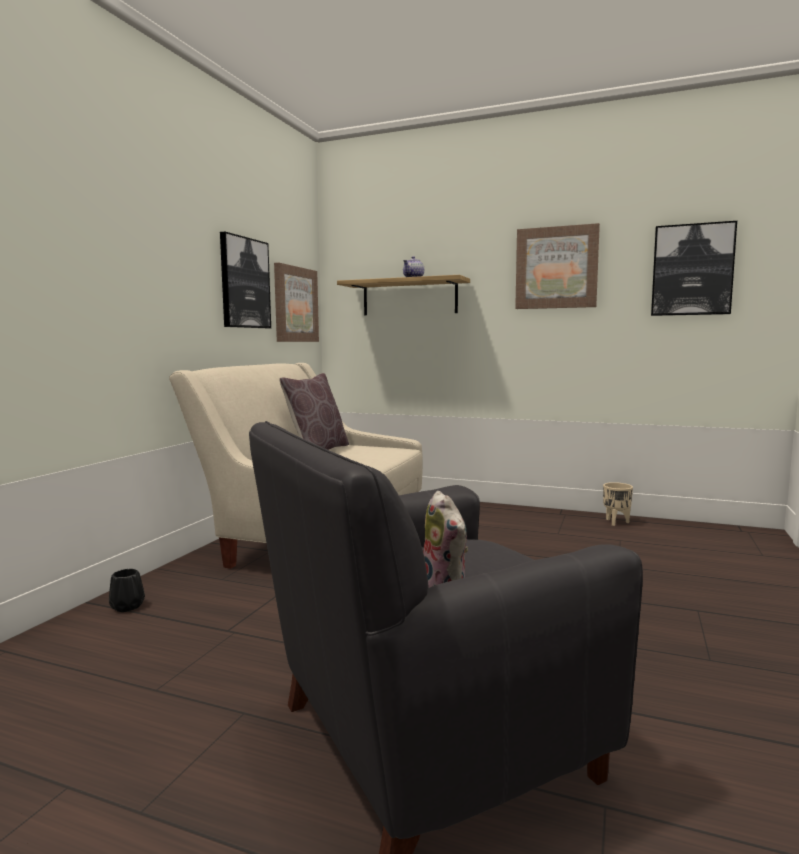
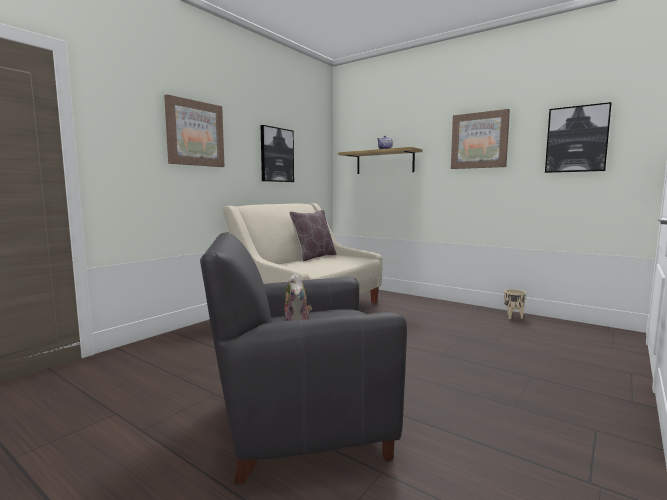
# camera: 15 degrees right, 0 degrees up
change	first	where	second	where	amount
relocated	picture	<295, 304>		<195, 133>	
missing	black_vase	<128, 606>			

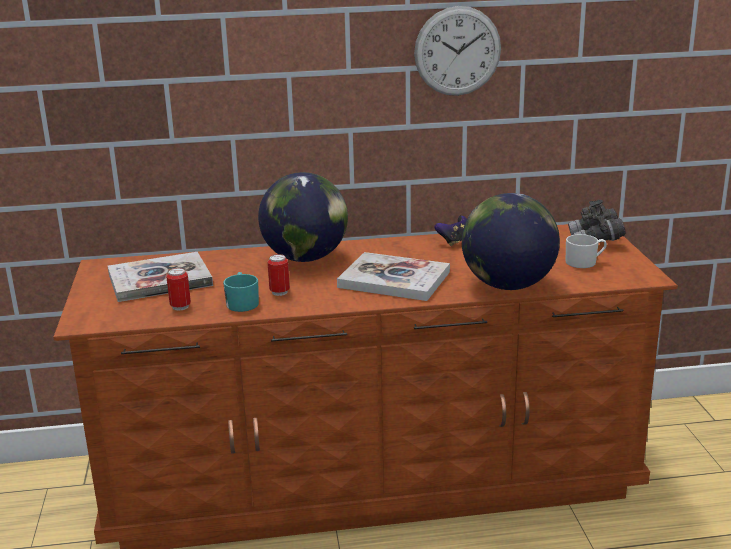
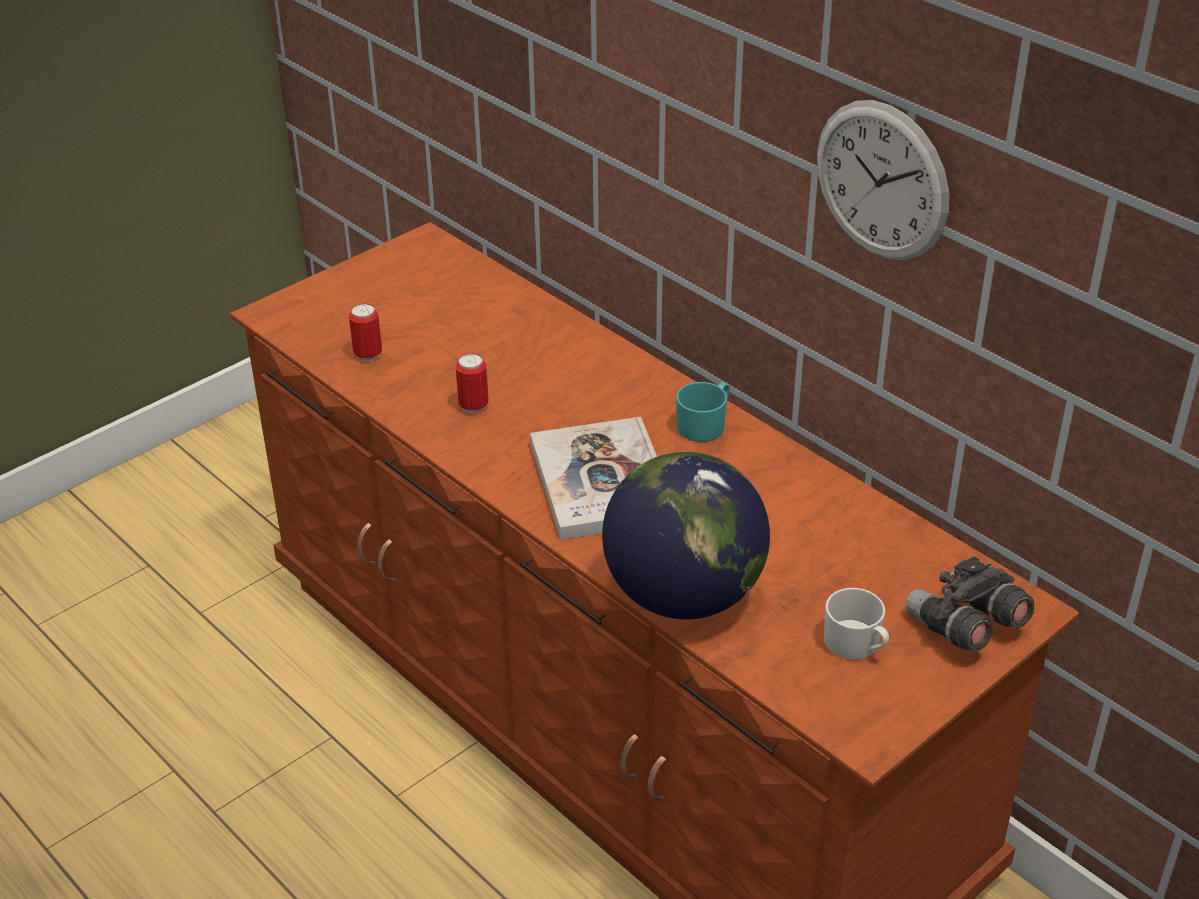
# camera: 55 degrees right, 15 degrees up
change	first	where	second	where	amount
missing	globe	<305, 258>			
missing	game_controller	<455, 242>			
missing	book	<160, 280>			
relocated	turquoise_mug	<242, 302>		<705, 424>	

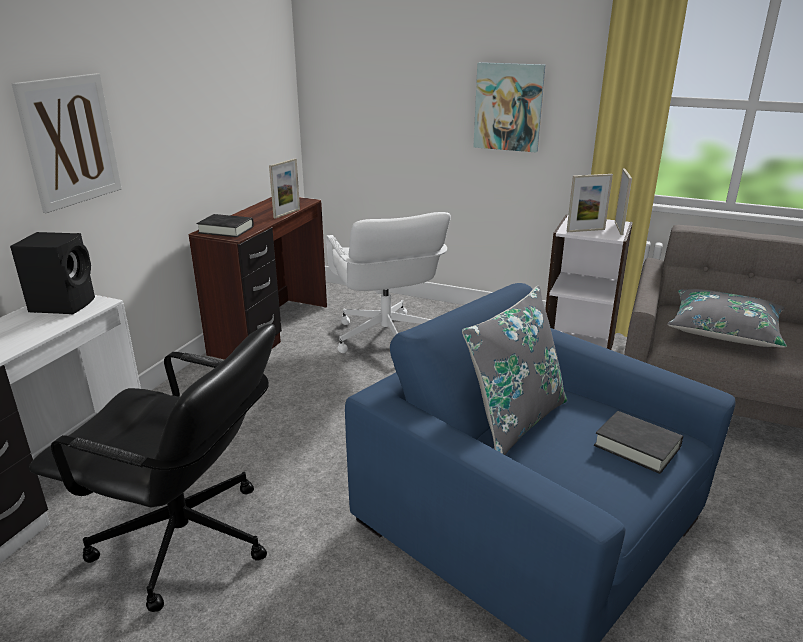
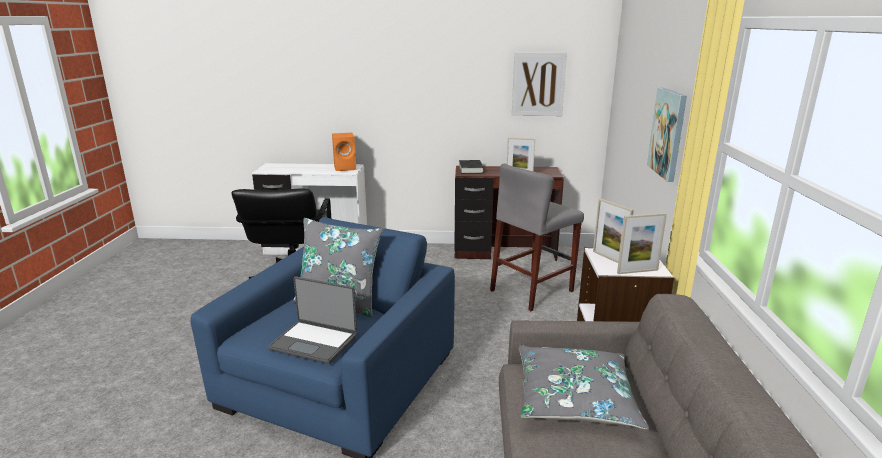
# camera: 70 degrees right, 5 degrees down
change	first	where	second	where	amount
relocated	picture	<70, 141>		<538, 84>	
exchanged	white_office_chair	<386, 338>	grey_stool	<532, 291>	
colour	black_speaker	<64, 304>	orange_speaker	<346, 168>	
exchanged	black_book	<637, 446>	laptop	<315, 342>	

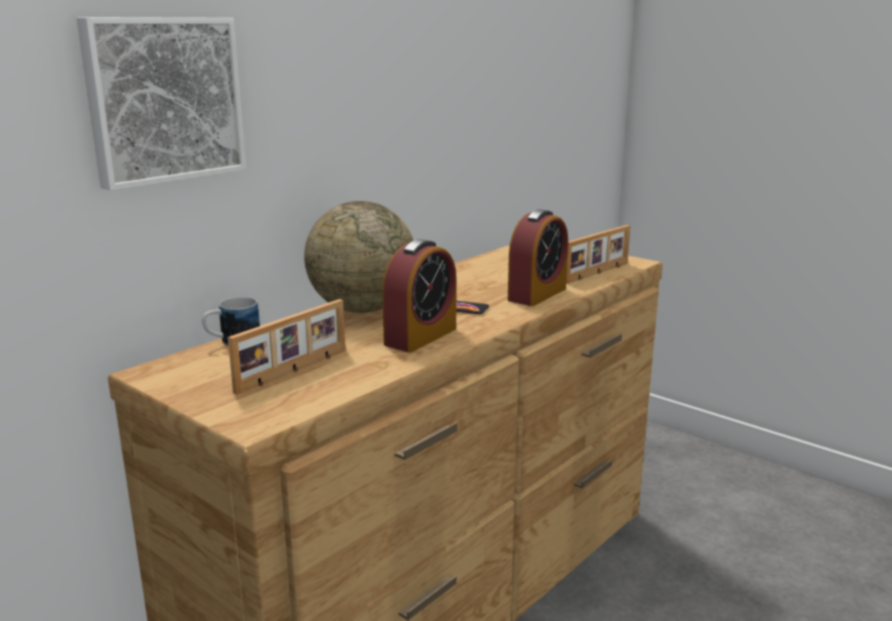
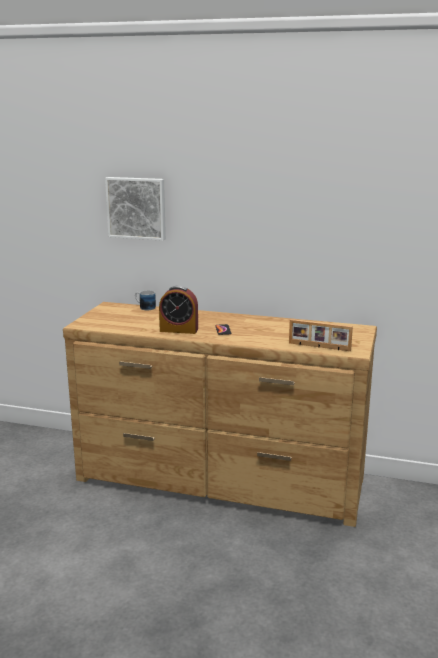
# camera: 65 degrees right, 0 degrees up
change	first	where	second	where	amount
missing	globe	<362, 309>			
missing	alarm_clock	<537, 294>			
missing	picture_frame	<294, 371>			

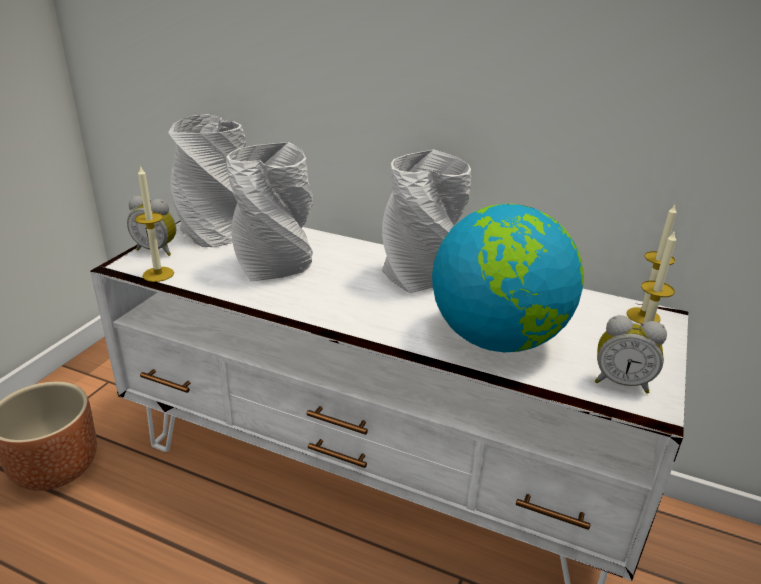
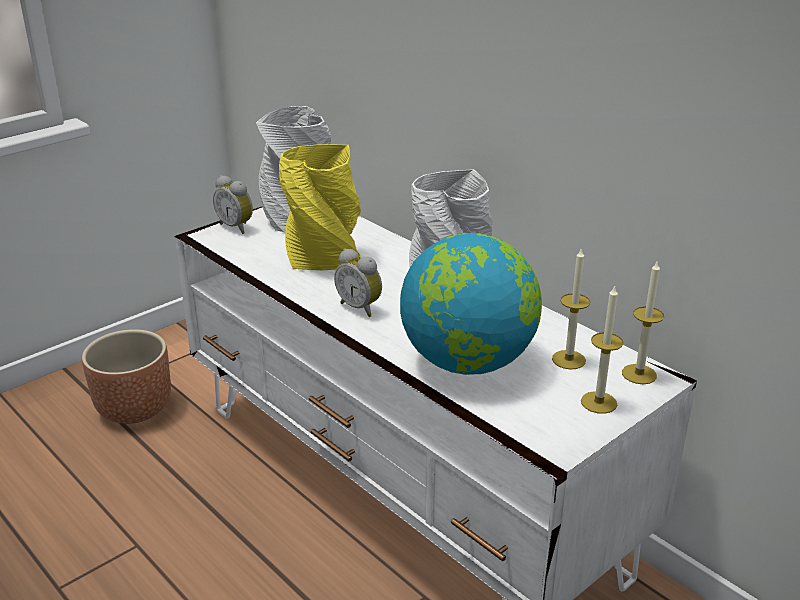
# camera: 25 degrees right, 0 degrees up
change	first	where	second	where	amount
colour	grey_vase	<276, 266>	yellow_vase	<325, 259>	
relocated	candle	<158, 274>		<568, 359>	
relocated	alarm_clock	<621, 382>		<360, 307>	

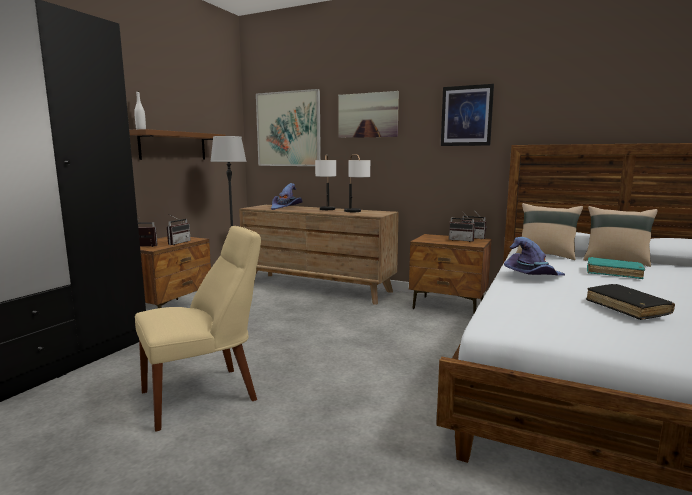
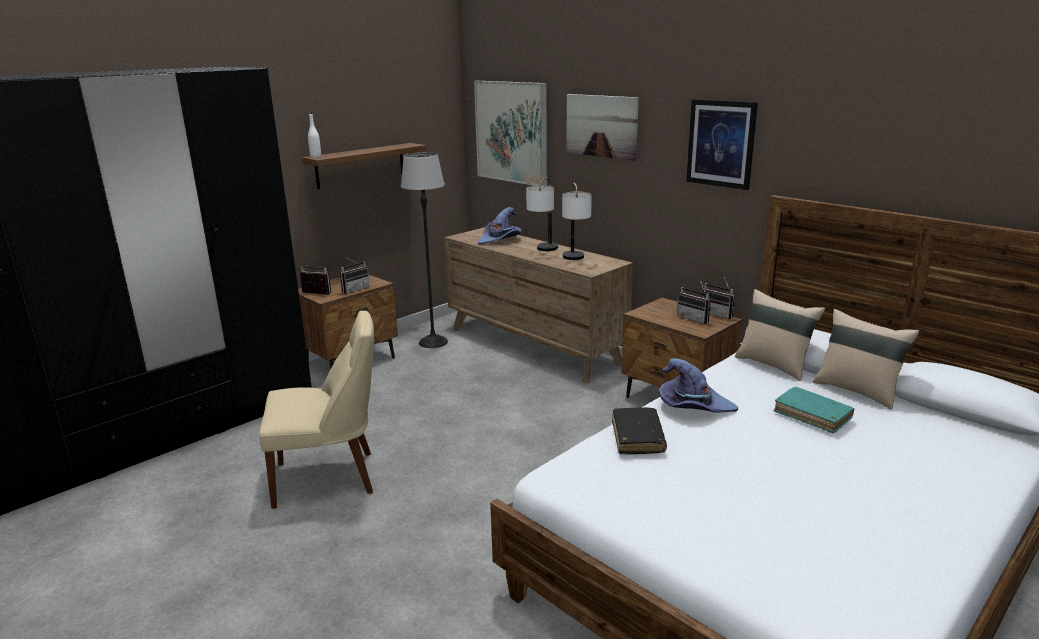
# camera: 20 degrees right, 10 degrees up
change	first	where	second	where	amount
relocated	black_book	<627, 308>		<637, 437>	

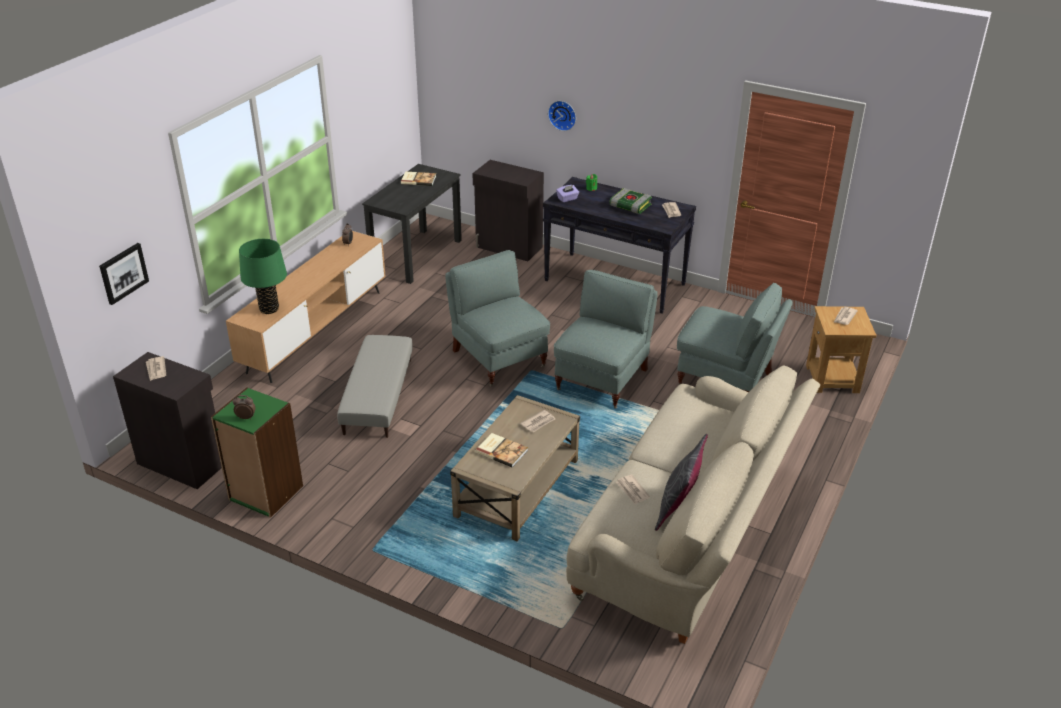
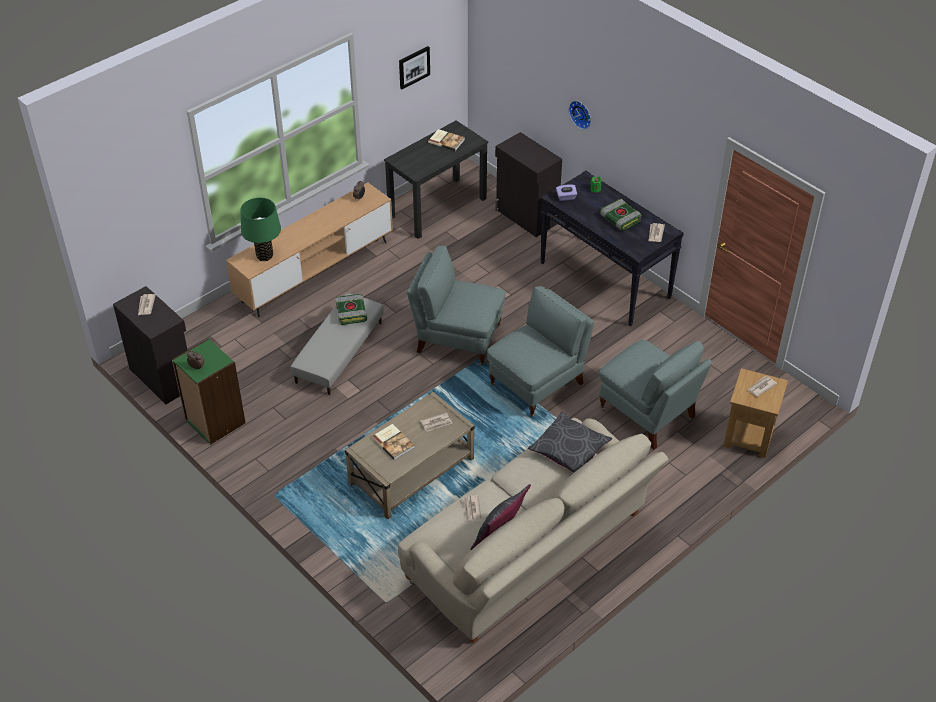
# camera: 20 degrees right, 10 degrees up
change	first	where	second	where	amount
relocated	picture	<123, 273>		<413, 67>	
spun	grey_armchair	<498, 358>		<457, 339>	60 degrees counterclockwise
appeared			book	<352, 313>	
appeared			grey_pillow	<569, 449>	

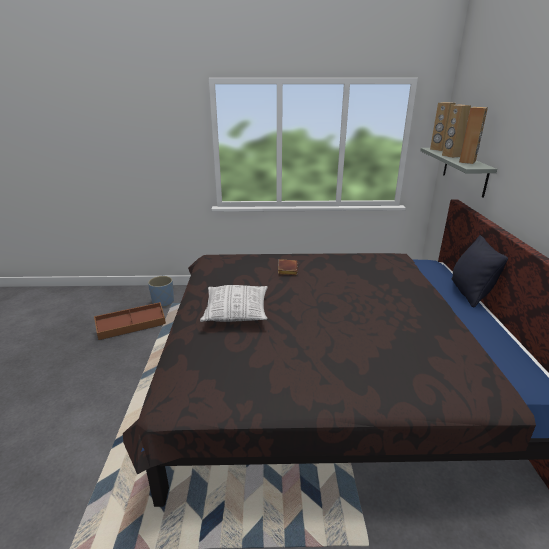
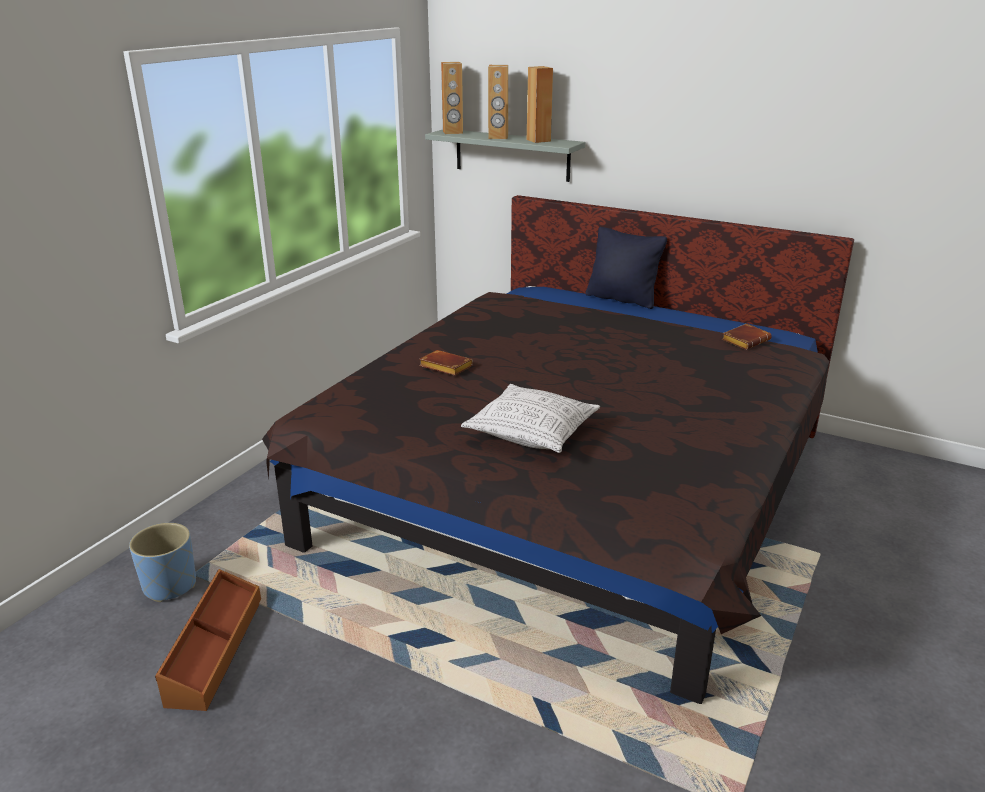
# camera: 60 degrees left, 0 degrees up
change	first	where	second	where	amount
appeared			brown_book	<745, 340>	

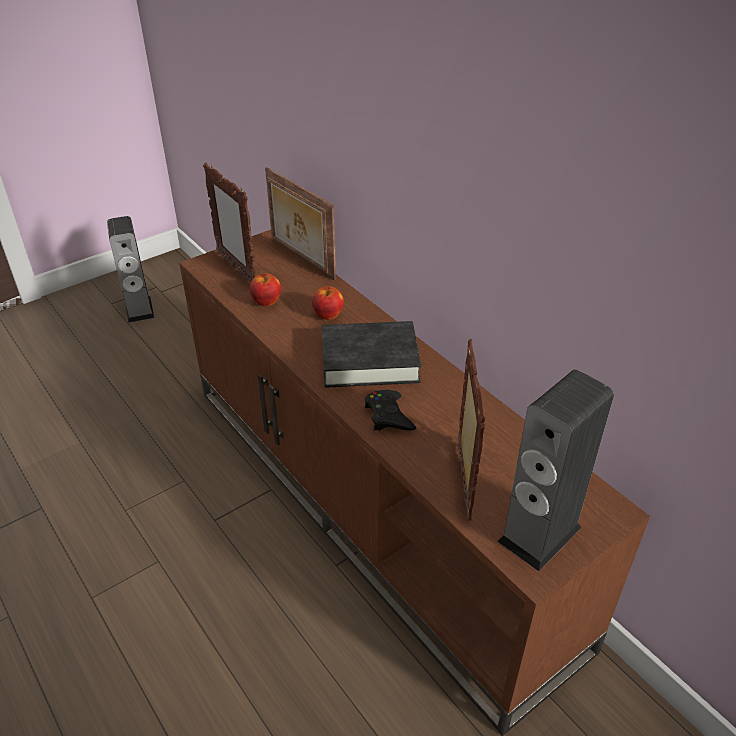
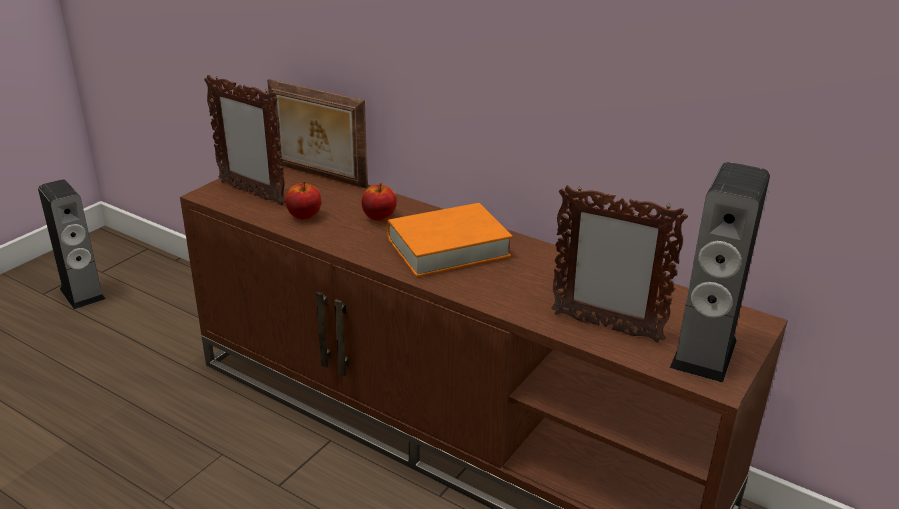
# camera: 20 degrees left, 10 degrees down
change	first	where	second	where	amount
colour	black_book	<369, 360>	orange_book	<448, 248>	
spun	picture_frame	<462, 481>		<605, 327>	135 degrees clockwise
missing	black_game_controller	<388, 416>			

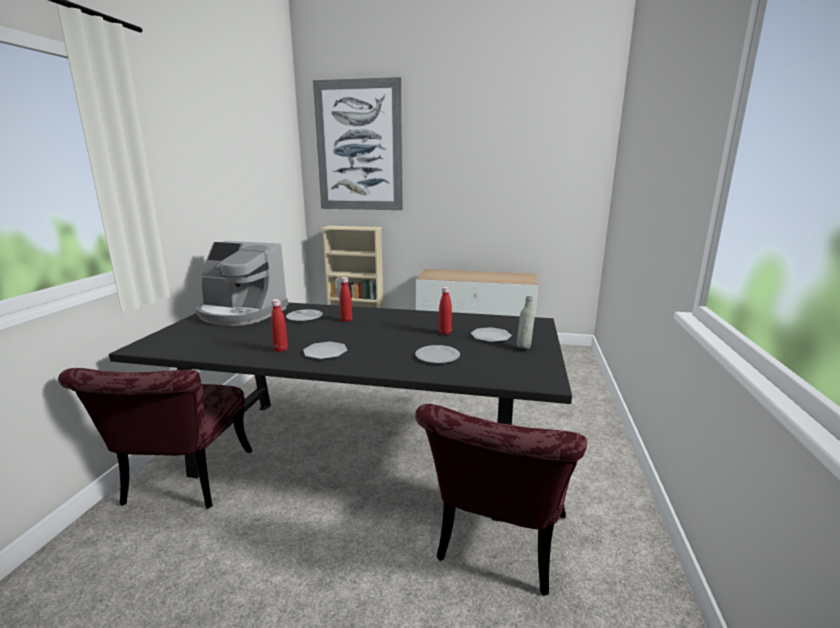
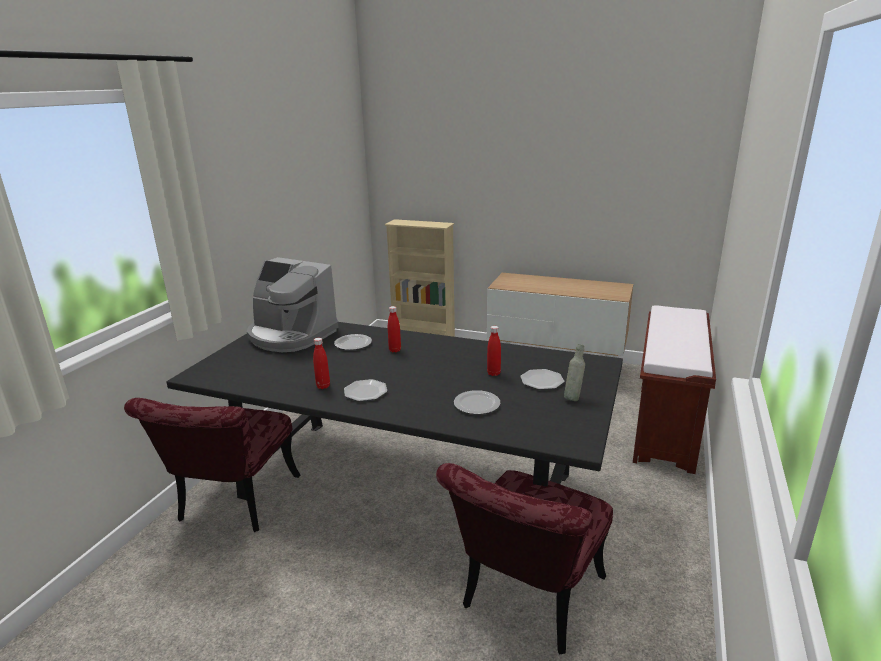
# camera: 10 degrees right, 5 degrees up
change	first	where	second	where	amount
missing	picture	<359, 146>			
appeared			brown_bench	<666, 427>	

